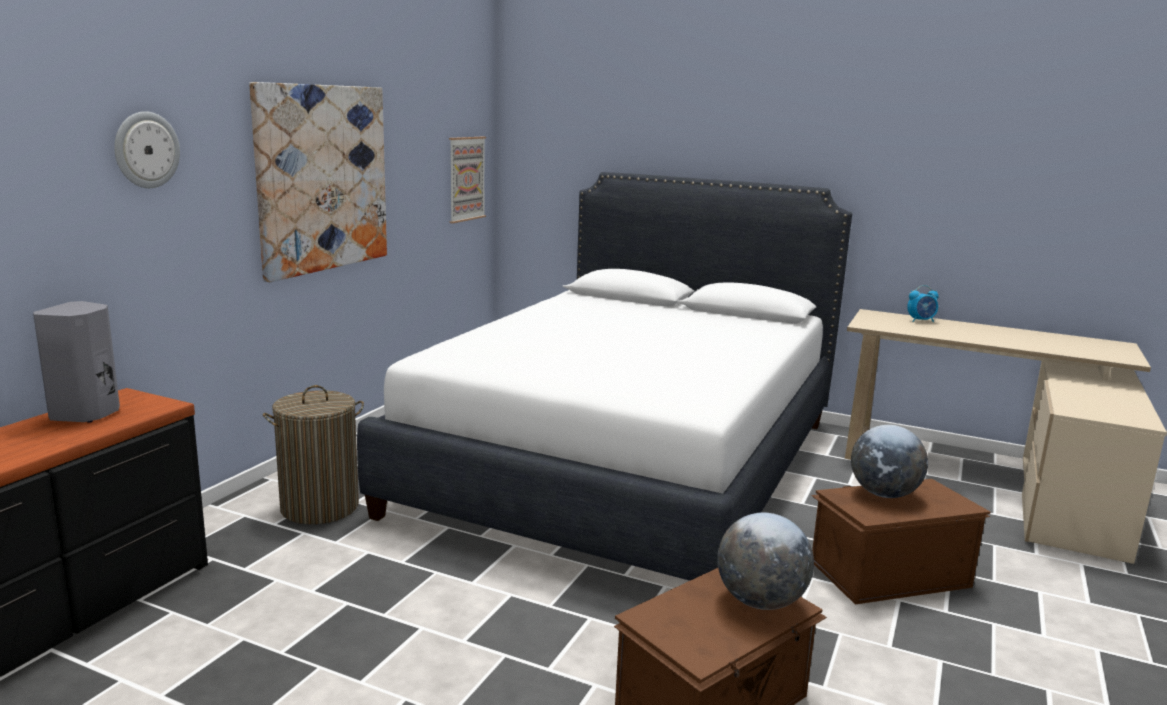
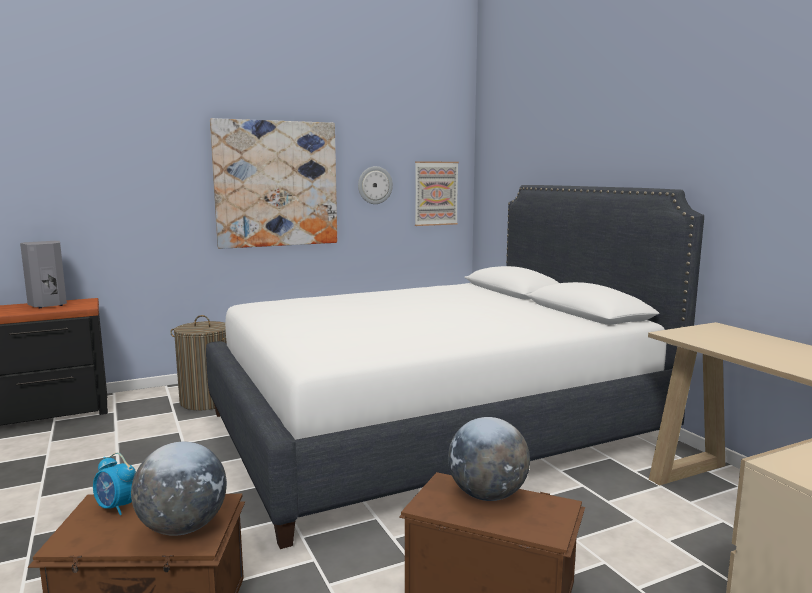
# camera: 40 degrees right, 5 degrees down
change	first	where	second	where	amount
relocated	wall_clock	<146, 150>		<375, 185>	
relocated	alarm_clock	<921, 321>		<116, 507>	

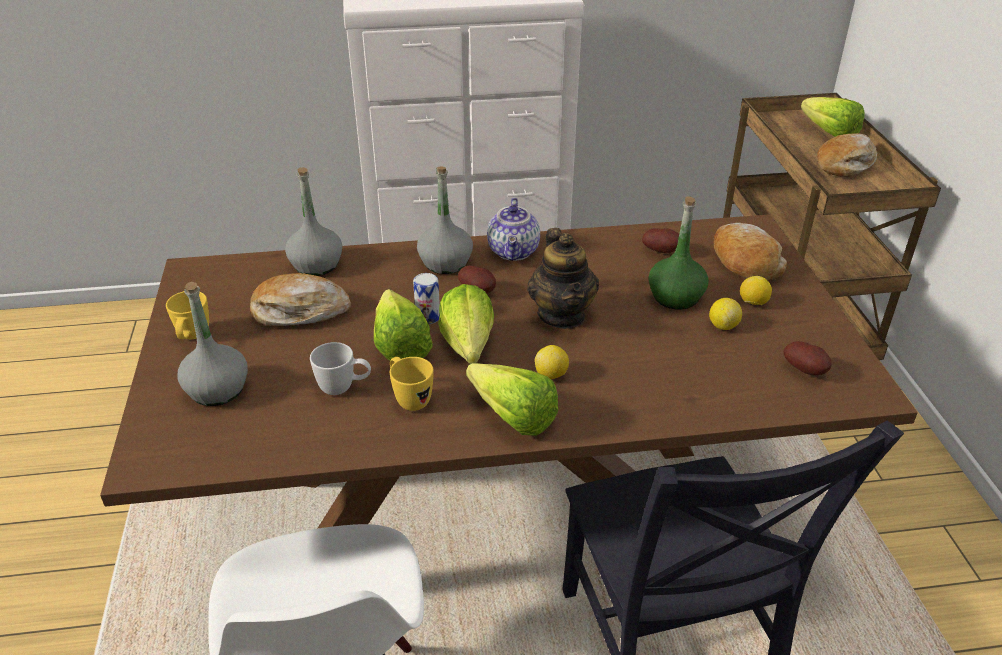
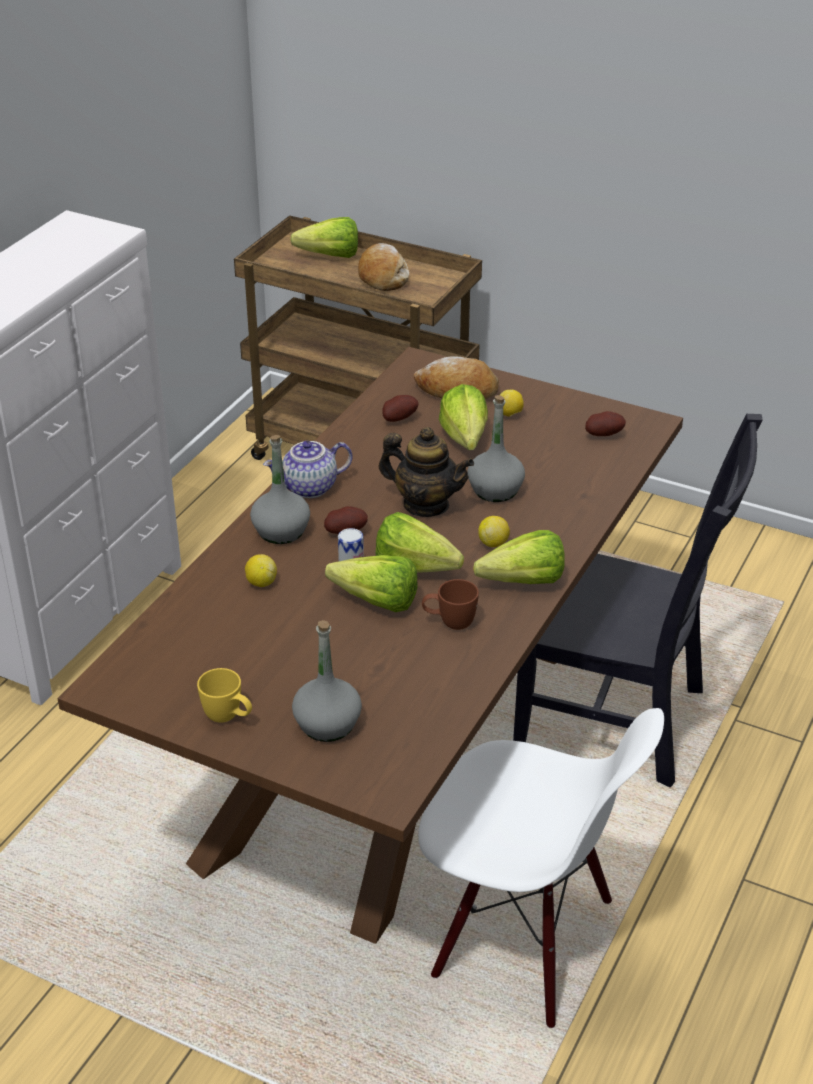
# camera: 55 degrees left, 0 degrees up
change	first	where	second	where	amount
relocated	grey_bottle	<316, 265>		<495, 490>	
spun	teapot	<514, 252>		<309, 488>	120 degrees clockwise
exchanged	green_bottle	<676, 297>	lettuce	<464, 443>	
missing	bread	<299, 311>			
relocated	lemon	<723, 326>		<261, 582>	
missing	white_mug	<344, 388>			
colour	yellow_mug	<409, 398>	brown_mug	<449, 623>	

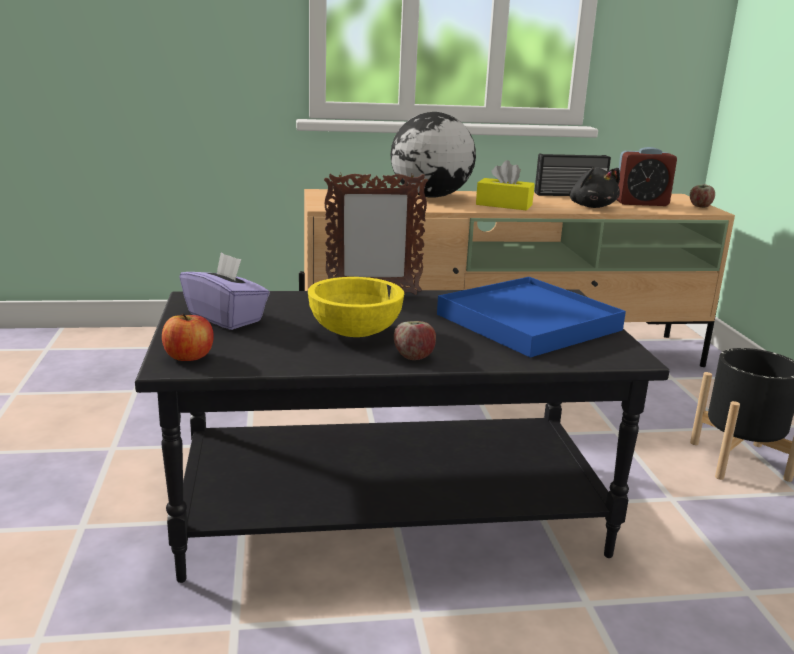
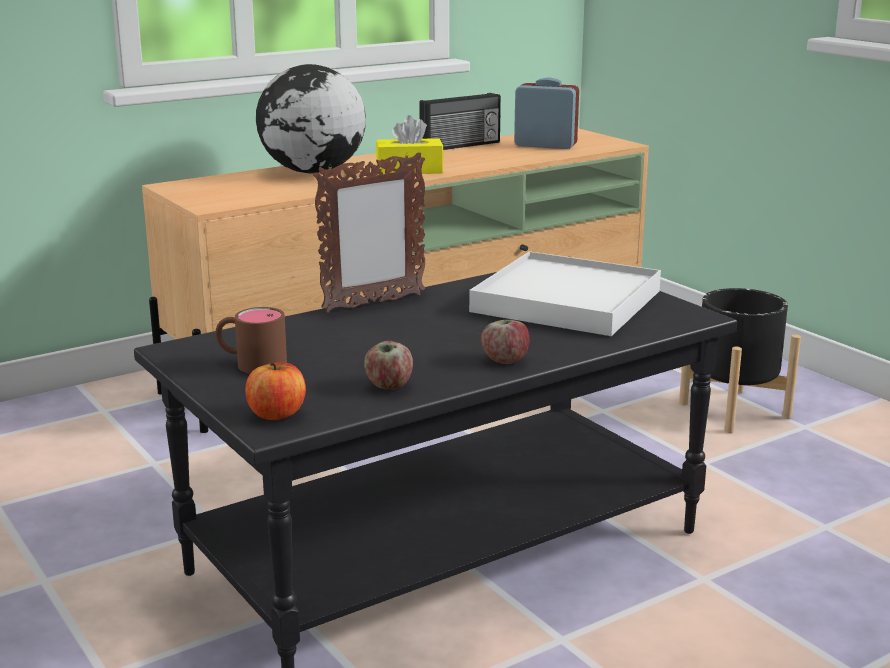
# camera: 25 degrees left, 0 degrees up
change	first	where	second	where	amount
spun	alarm_clock	<641, 203>		<545, 145>	135 degrees counterclockwise
missing	black_plush_toy	<591, 206>			
relocated	apple	<700, 206>		<388, 386>	
exchanged	purple_tissue_box	<226, 318>	brown_mug	<251, 363>	
missing	yellow_bowl	<355, 332>			
colour	blue_tray	<527, 322>	white_tray	<566, 301>	

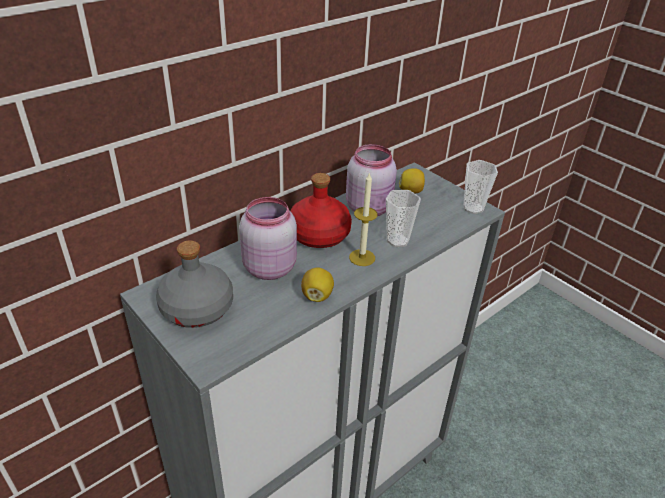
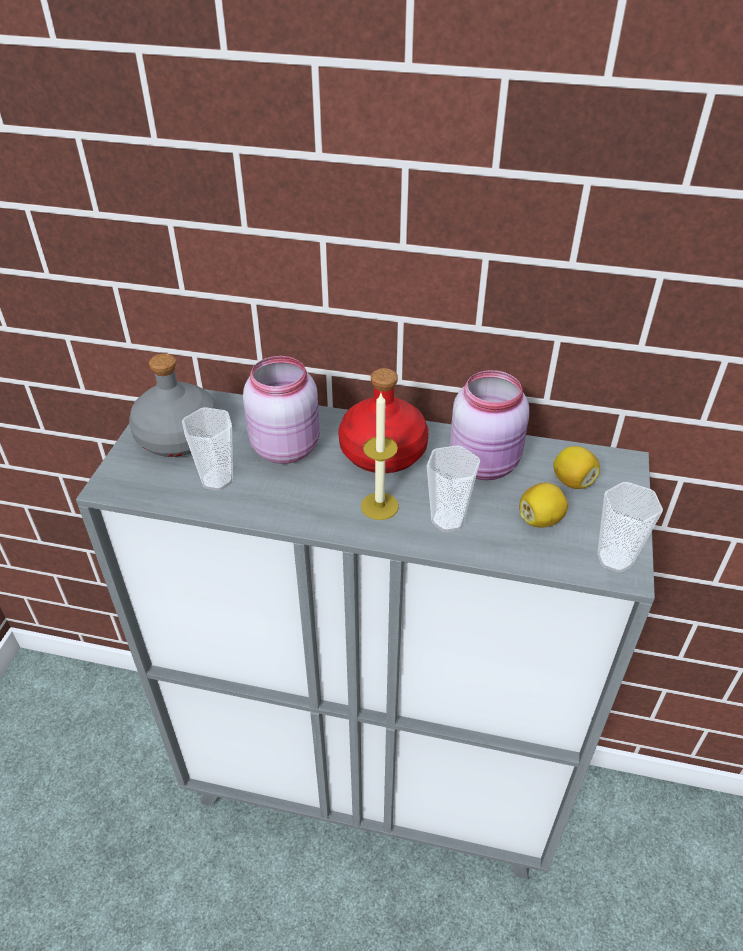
# camera: 55 degrees right, 5 degrees up
change	first	where	second	where	amount
relocated	lemon	<317, 295>		<540, 519>	
appeared			cup	<217, 480>	

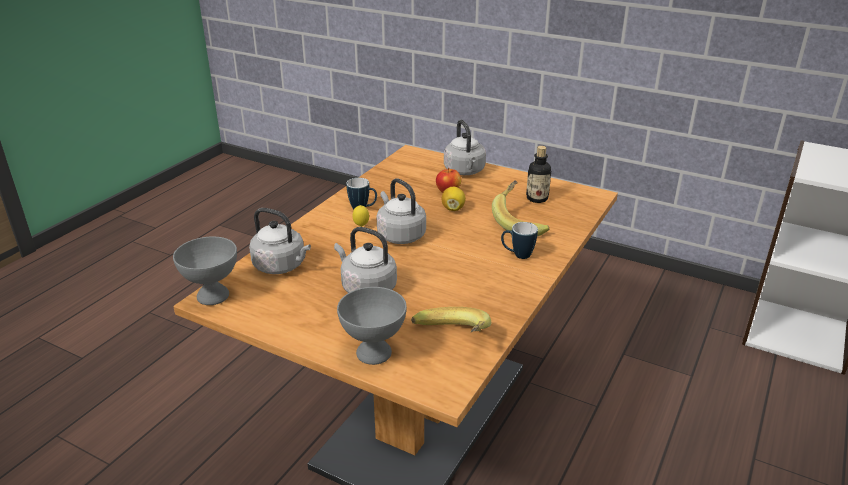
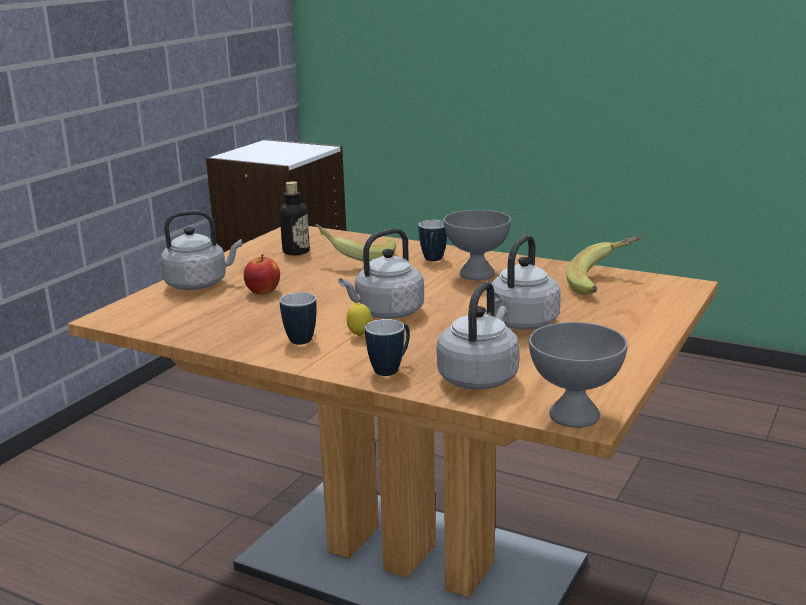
# camera: 90 degrees left, 10 degrees down
change	first	where	second	where	amount
missing	lemon	<453, 208>			
relocated	grey_bowl	<375, 353>		<477, 274>	
appeared			mug	<391, 369>	

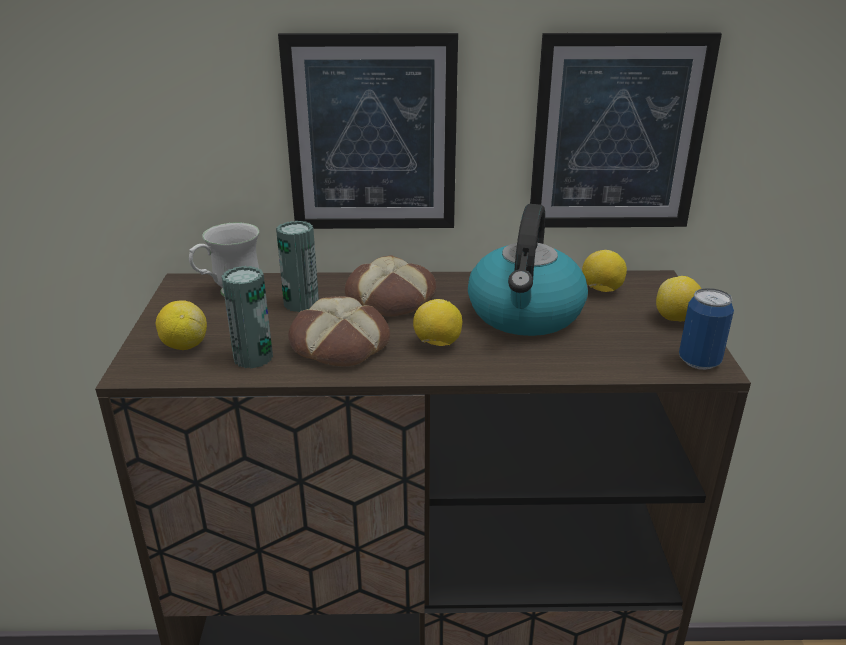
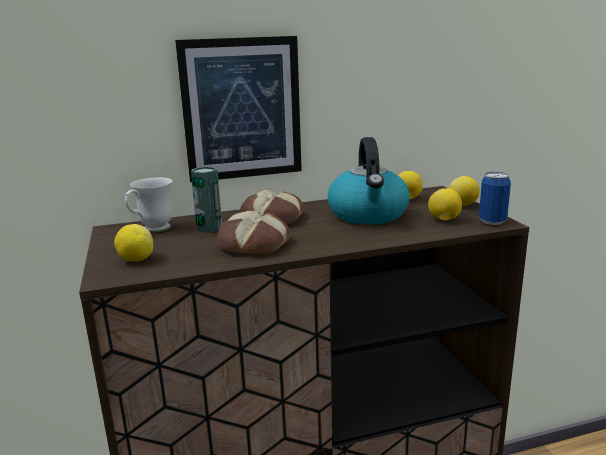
# camera: 15 degrees left, 10 degrees down
change	first	where	second	where	amount
missing	picture	<618, 135>			
missing	can	<253, 357>			
relocated	lemon	<437, 344>		<444, 219>	

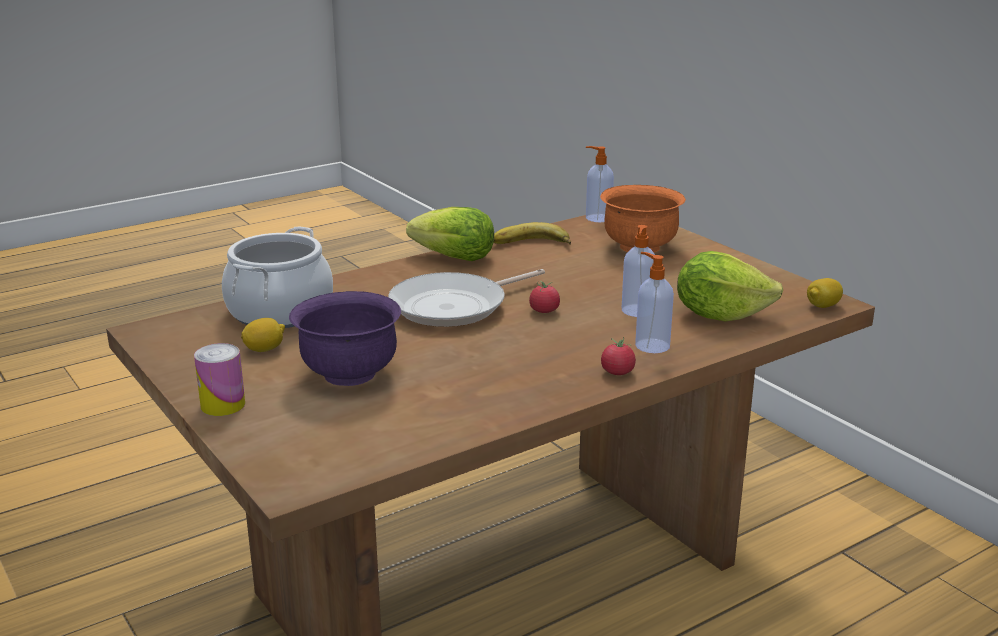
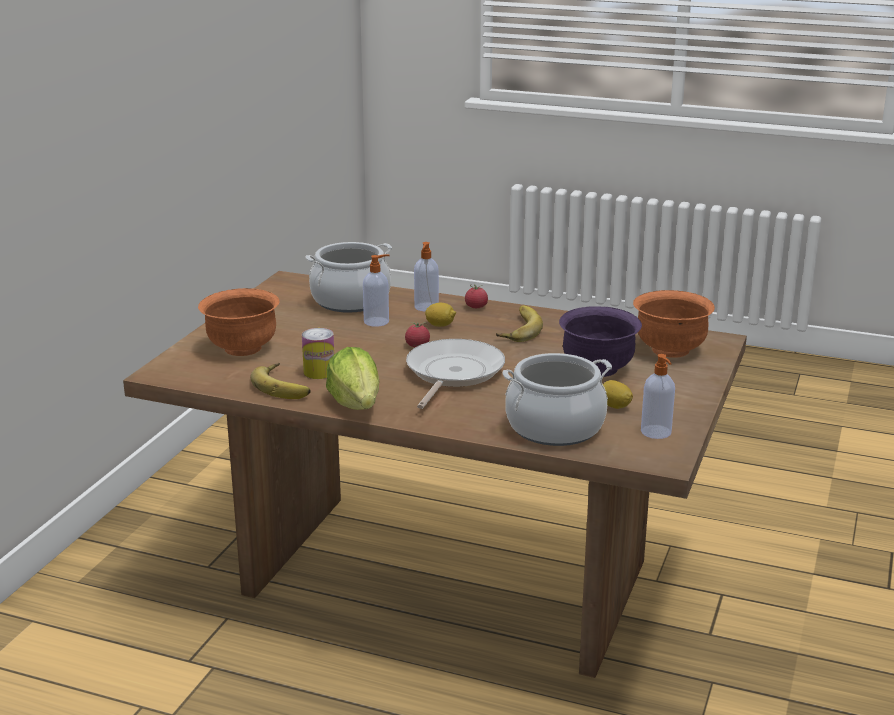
# camera: 125 degrees left, 0 degrees up
change	first	where	second	where	amount
relocated	soap_dispenser	<597, 218>		<656, 432>	
exchanged	lettuce	<720, 315>	cooking_pot	<351, 301>	
spun	frying_pan	<454, 306>		<452, 373>	90 degrees counterclockwise
relocated	lemon	<822, 306>		<440, 325>	
relocated	can	<223, 405>		<319, 372>	
appeared			orange_bowl	<670, 350>	
appeared			banana	<517, 329>	

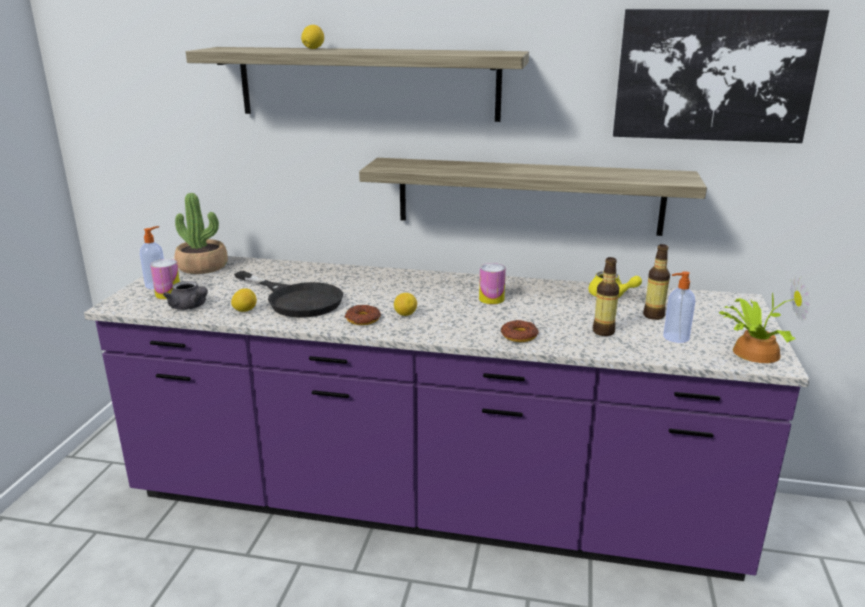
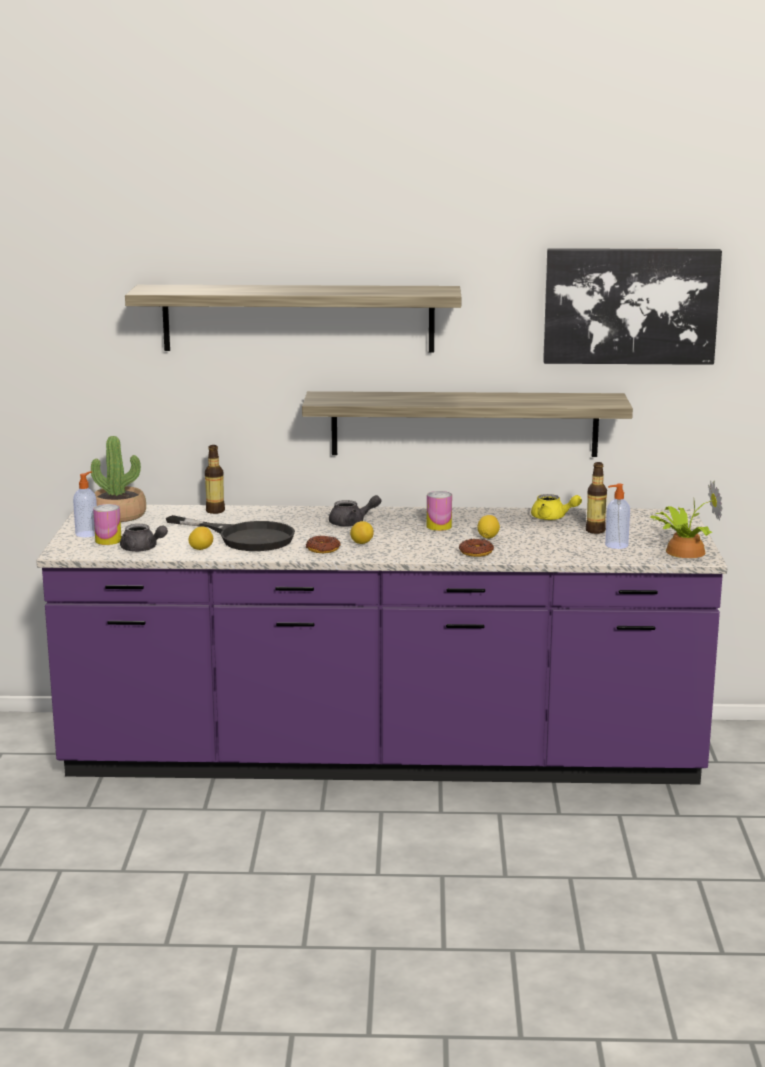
# camera: 10 degrees left, 5 degrees down
change	first	where	second	where	amount
relocated	lemon	<313, 48>		<488, 537>	
relocated	bottle	<603, 332>		<215, 511>	
appeared			grey_teapot	<352, 523>	

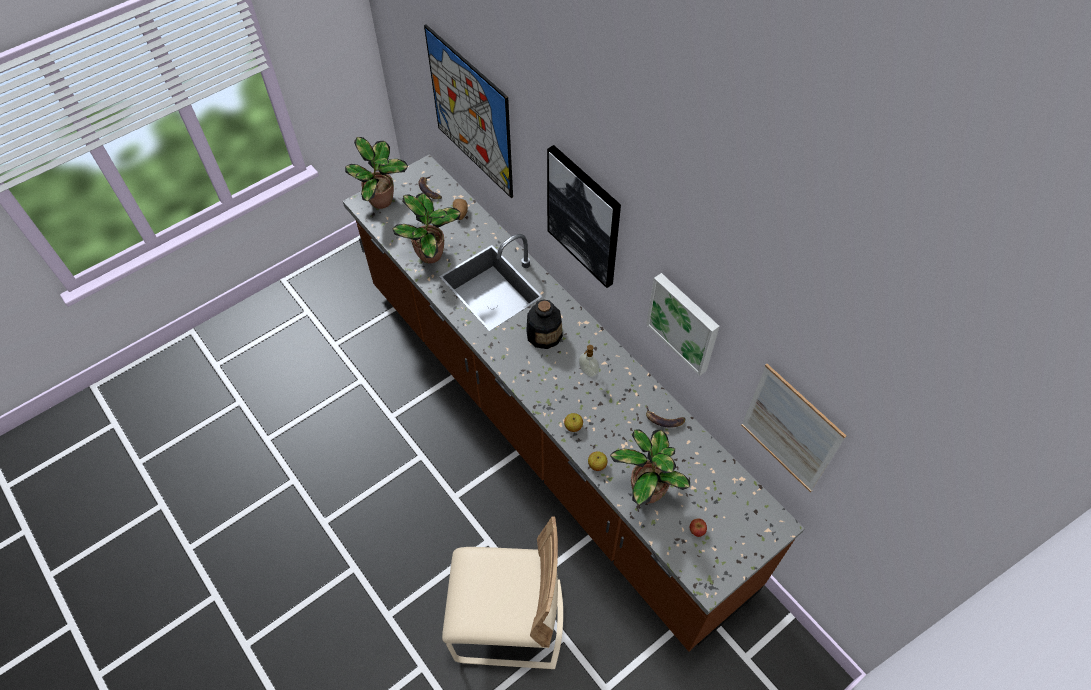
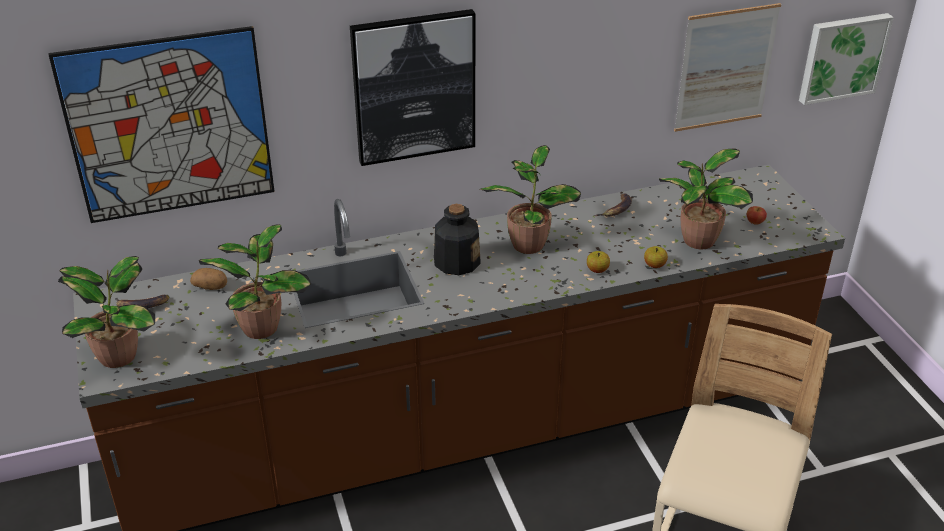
# camera: 70 degrees left, 20 degrees down
change	first	where	second	where	amount
relocated	picture	<684, 322>		<842, 57>	
exchanged	soap_dispenser	<587, 372>	potted_plant	<528, 243>	

